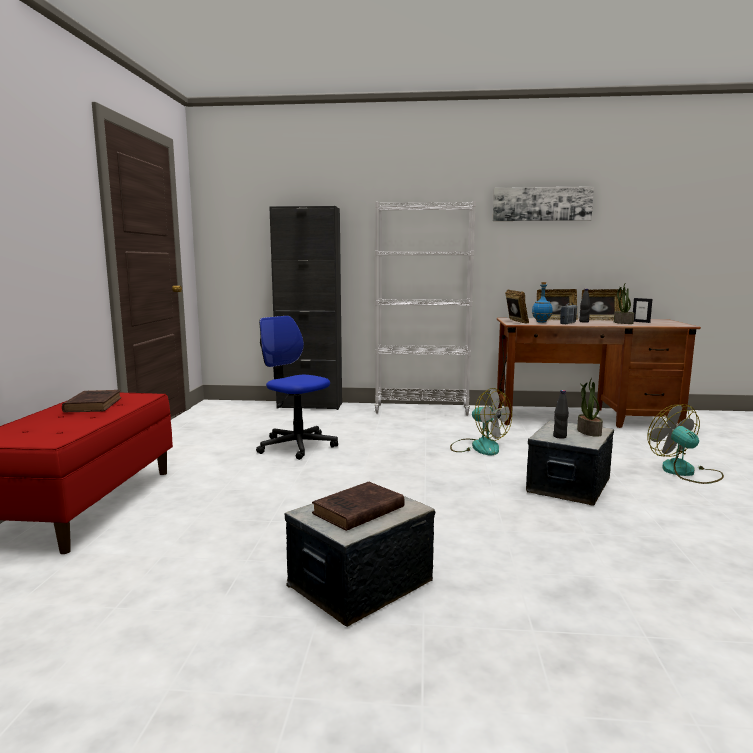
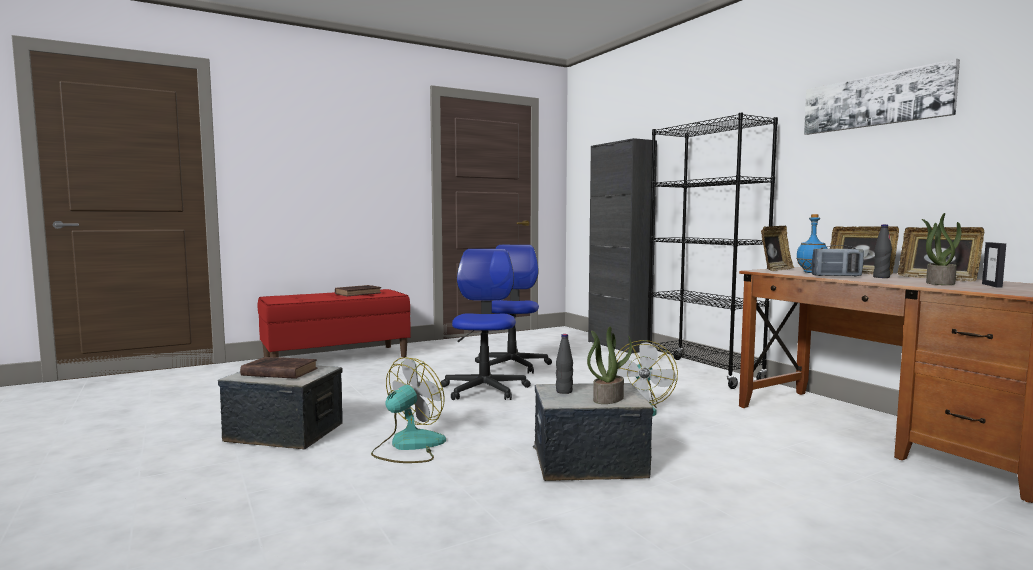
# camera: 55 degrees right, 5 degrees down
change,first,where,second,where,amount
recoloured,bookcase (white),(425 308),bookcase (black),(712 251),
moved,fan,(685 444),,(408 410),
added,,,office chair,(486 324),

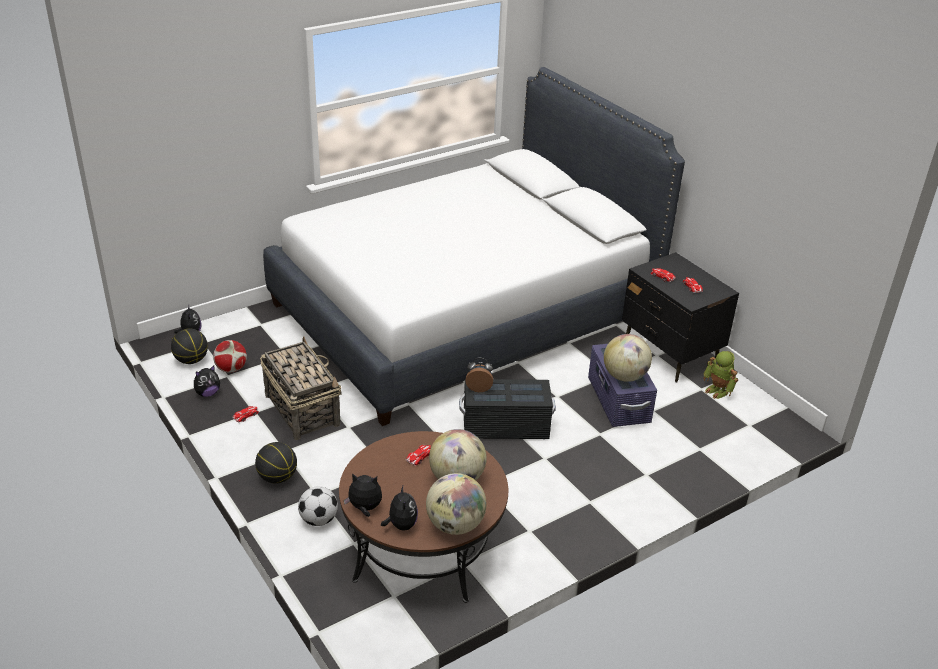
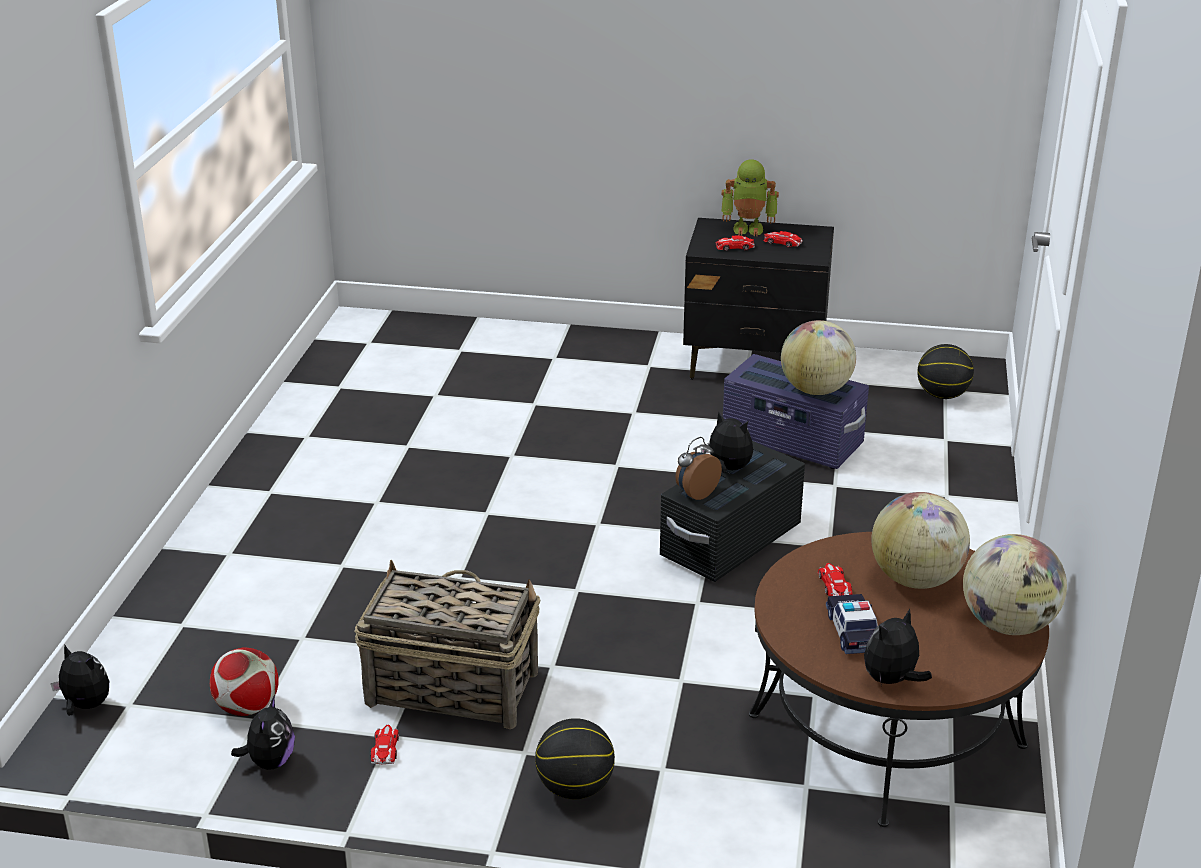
# camera: 45 degrees left, 5 degrees down
change,first,where,second,where,amount
removed,bed (white),(474 246),,,
moved,basketball,(189 346),,(945 371),
moved,toy robot,(720 375),,(750 197),
removed,football,(318 506),,,
moved,plush toy,(399 508),,(727 442),
added,,,toy car,(852 624),

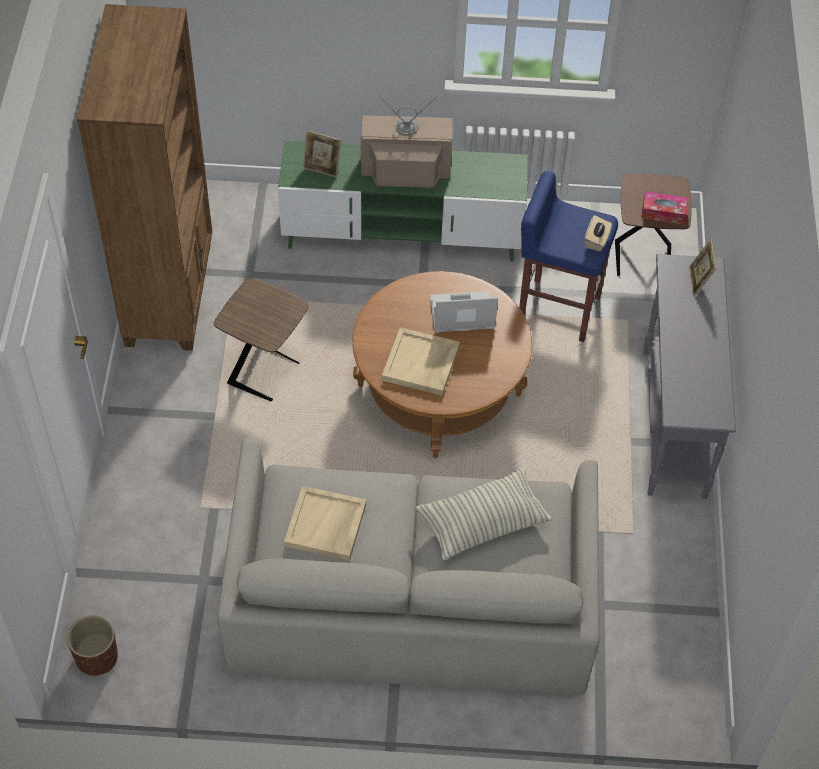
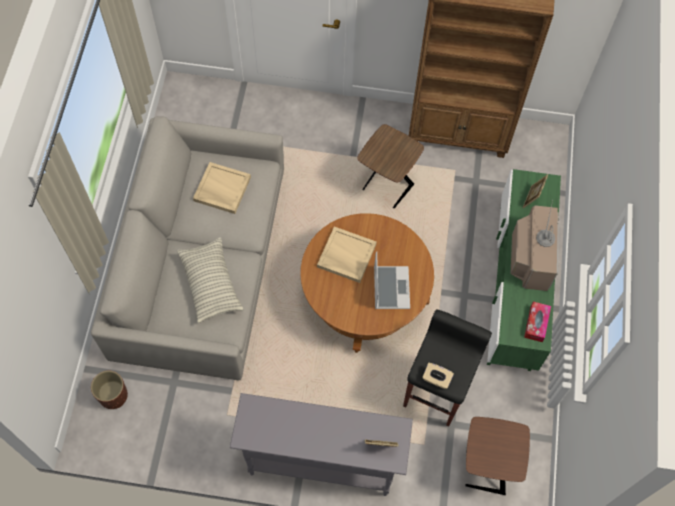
# camera: 95 degrees right, 10 degrees up
change,first,where,second,where,amount
recoloured,stool (blue),(568 256),stool (black),(447 368),
moved,tissue box,(665 208),,(537 322),
moved,planter (brown),(92 645),,(109 390),

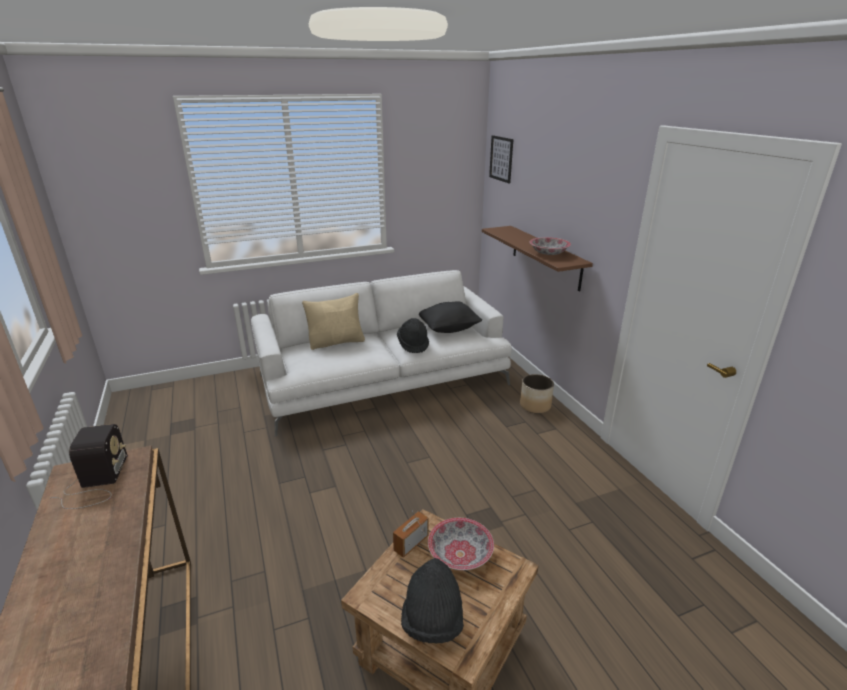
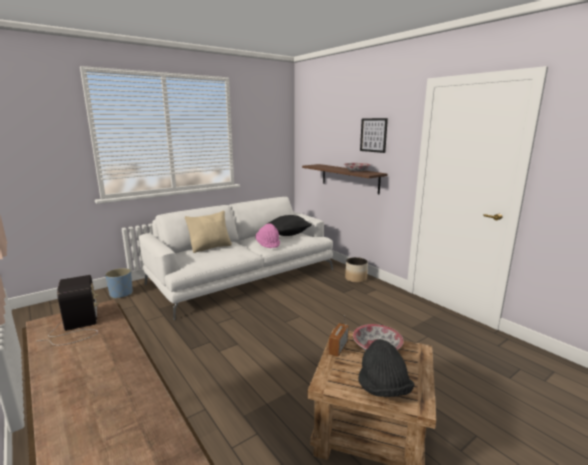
# camera: 15 degrees left, 10 degrees down
change,first,where,second,where,amount
moved,picture,(501 159),,(374 135),
recoloured,hat (black),(413 335),hat (pink),(267 235),
added,,,planter (blue),(119 283),

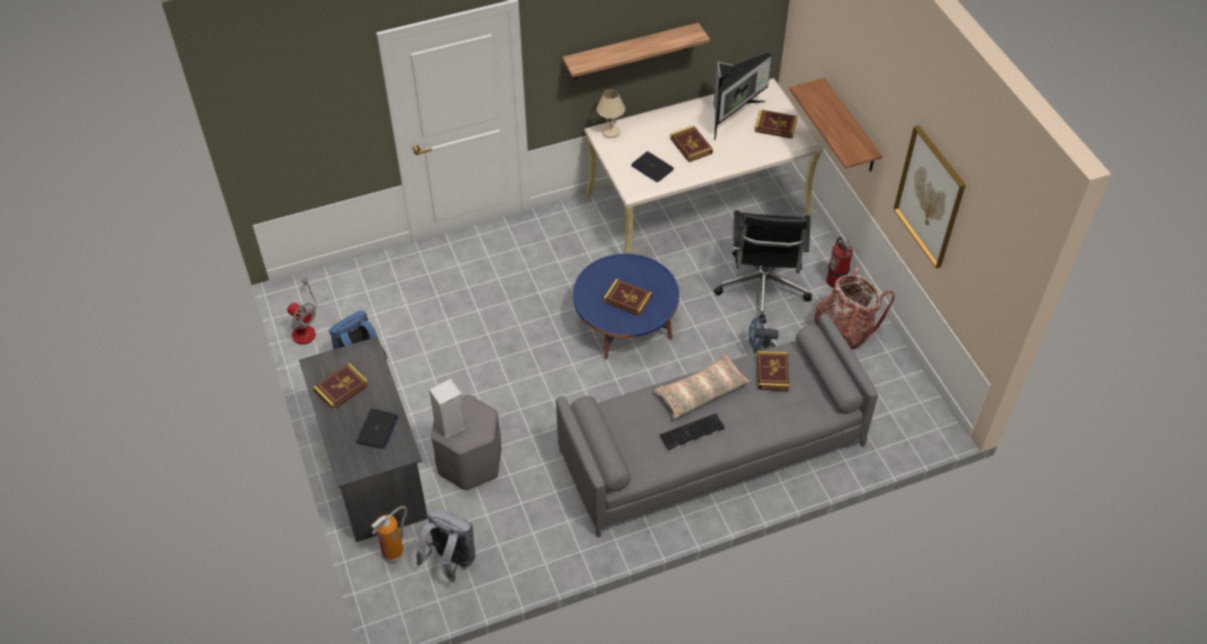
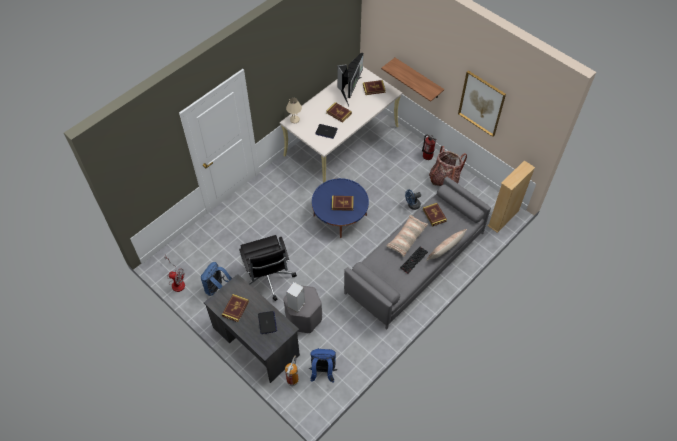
# camera: 25 degrees left, 5 degrees up
change,first,where,second,where,amount
removed,shelf,(636 51),,,
moved,office chair (black),(763 267),,(268 268),
recoloured,backpack (grey),(446 546),backpack (blue),(323 365),
added,,,bookcase (beige),(511 196),
added,,,pillow,(446 245),

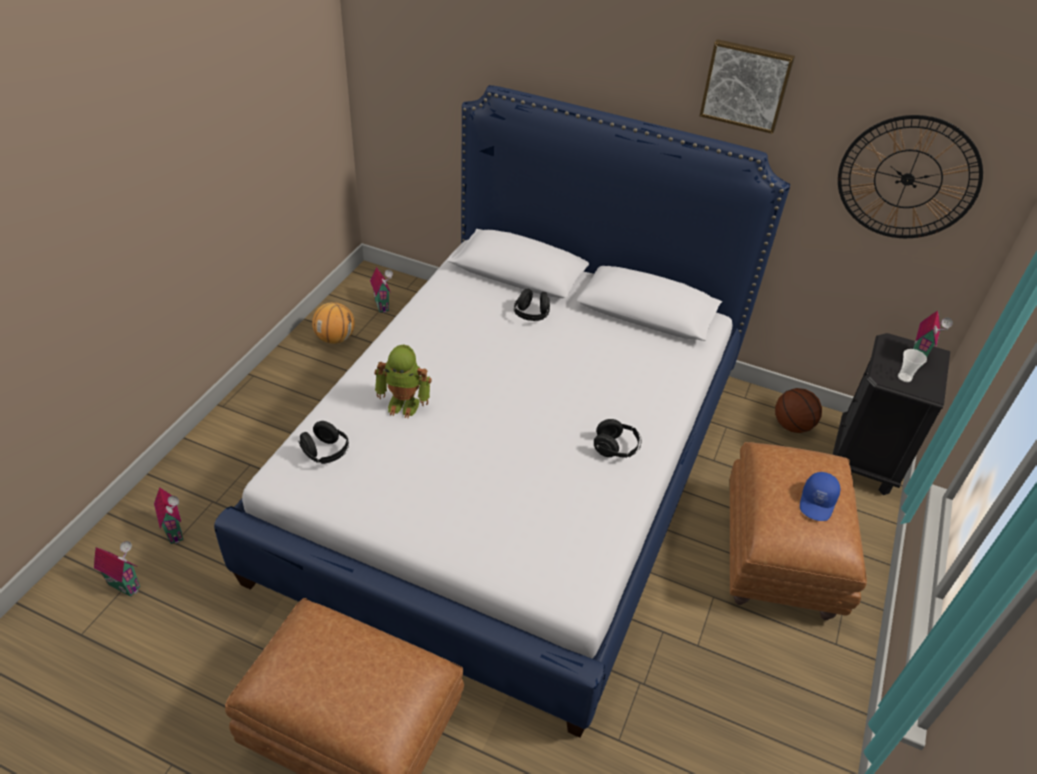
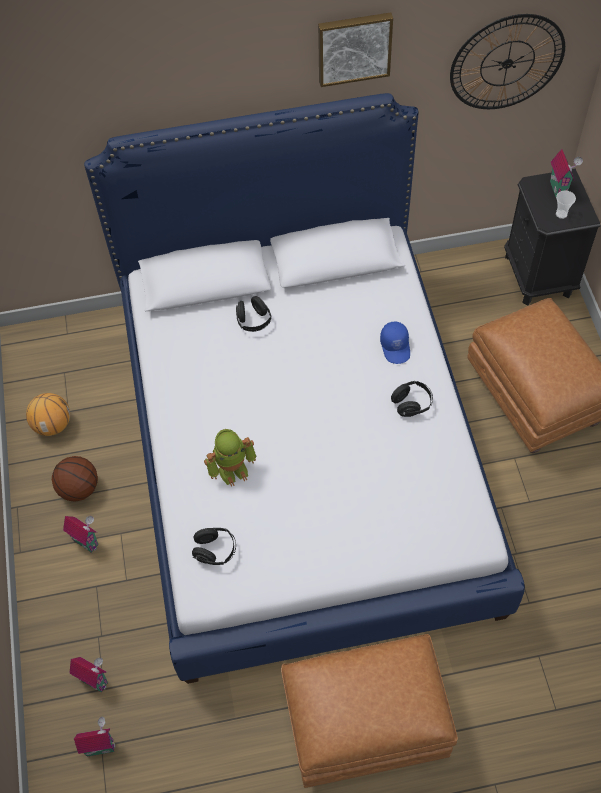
# camera: 30 degrees left, 15 degrees up
change,first,where,second,where,amount
moved,toy house,(381 290),,(80 534),
moved,basketball,(798 410),,(75 479),
moved,cap (blue),(820 496),,(395 343),

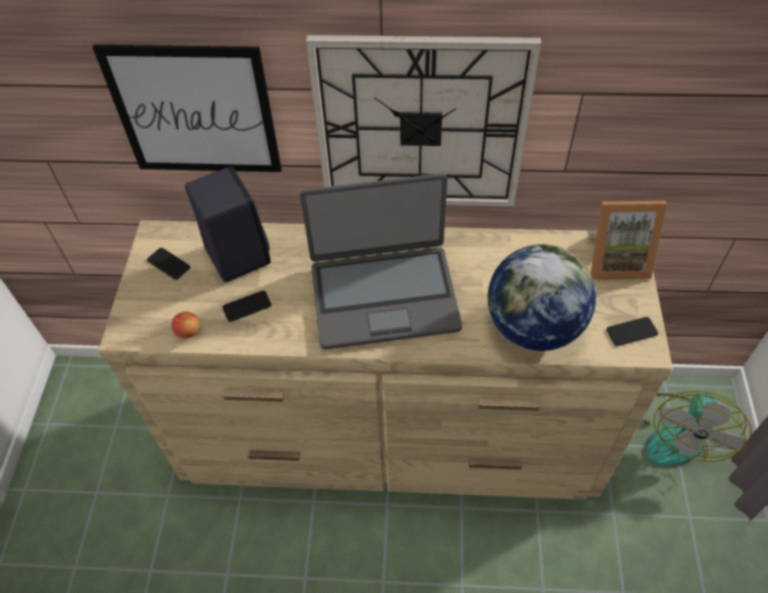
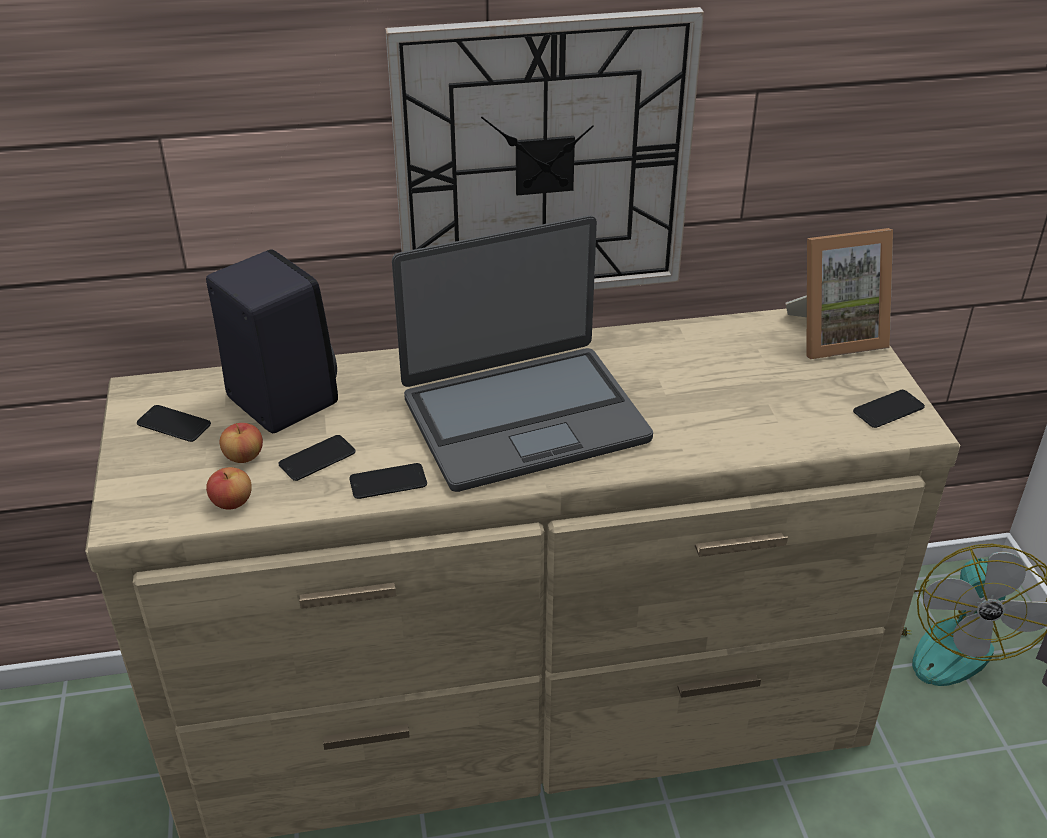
# camera: 15 degrees left, 15 degrees down
change,first,where,second,where,amount
removed,picture,(187 108),,,
removed,globe,(542 297),,,
added,,,apple,(241 443),
added,,,phone,(388 481),

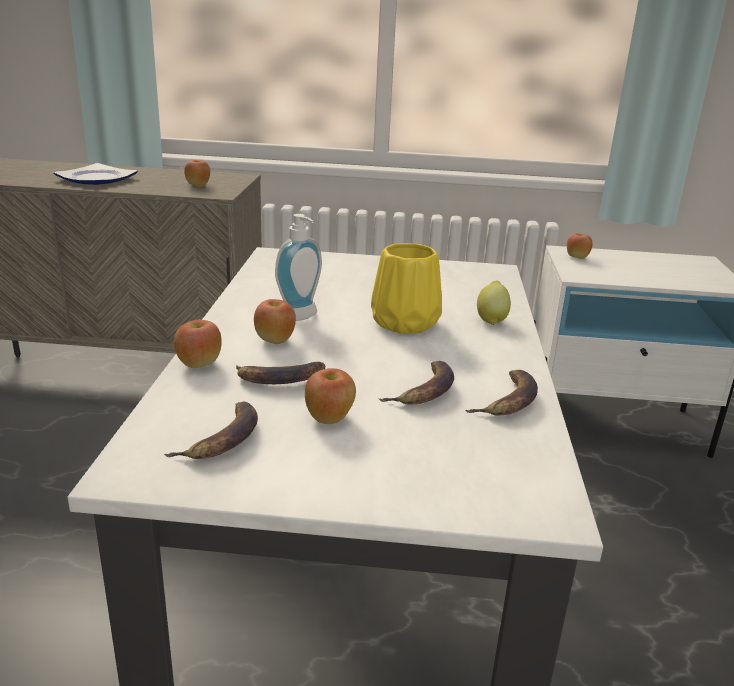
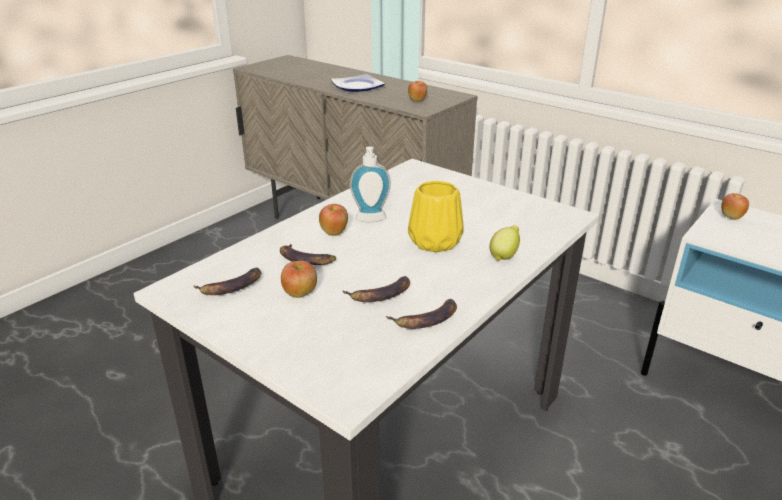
# camera: 35 degrees right, 5 degrees up
change,first,where,second,where,amount
removed,apple,(198 344),,,

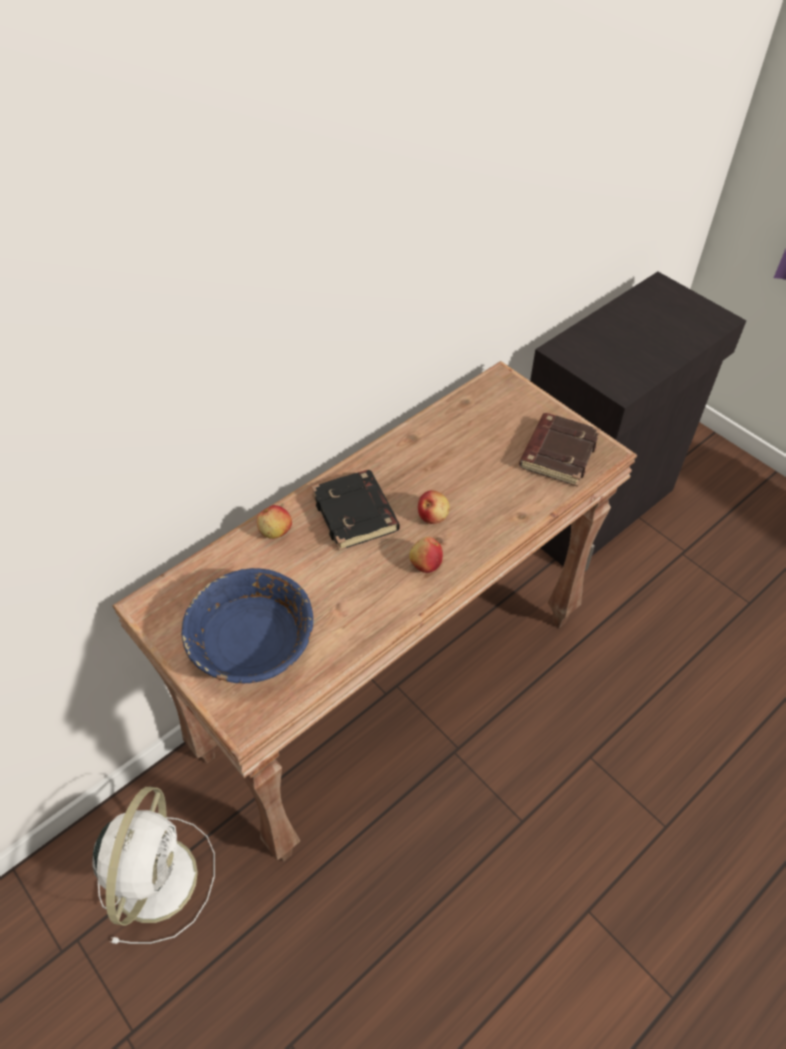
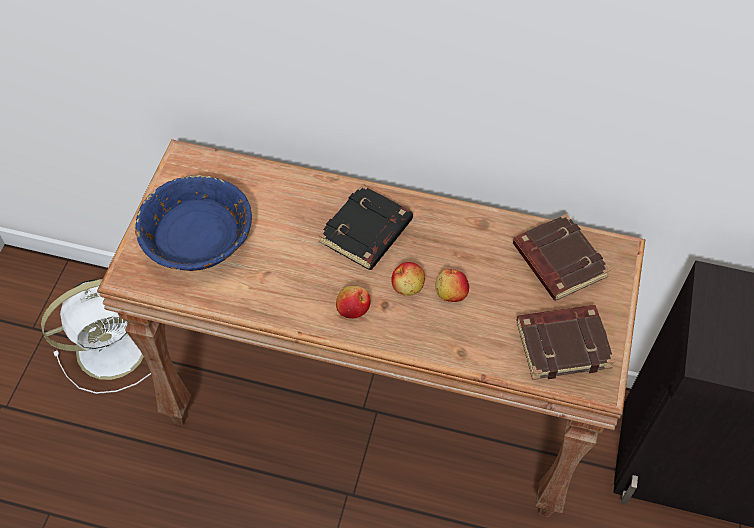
# camera: 55 degrees right, 5 degrees up
change,first,where,second,where,amount
moved,apple,(274 522),,(452 285),
added,,,book (brown),(561 257),

